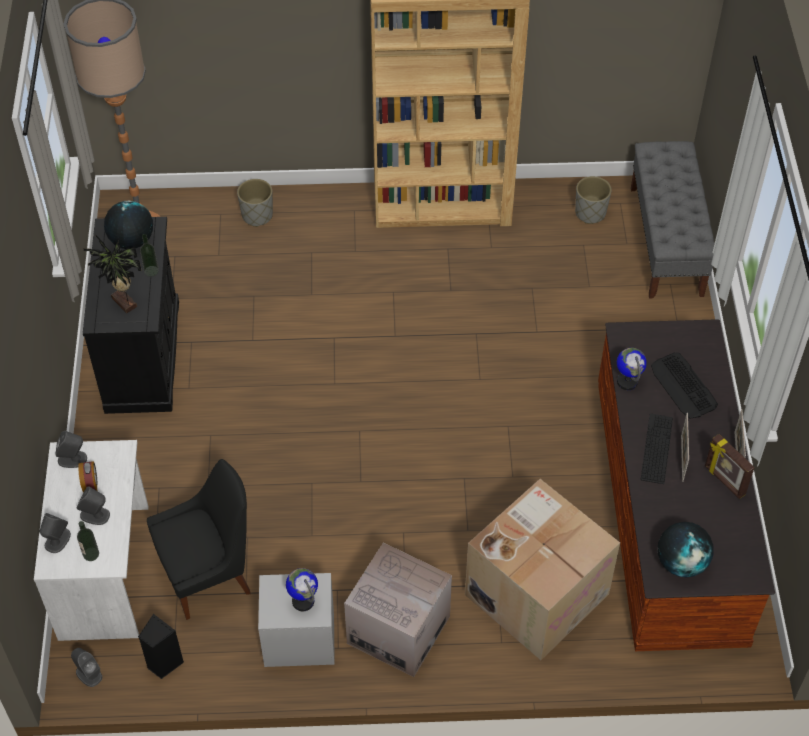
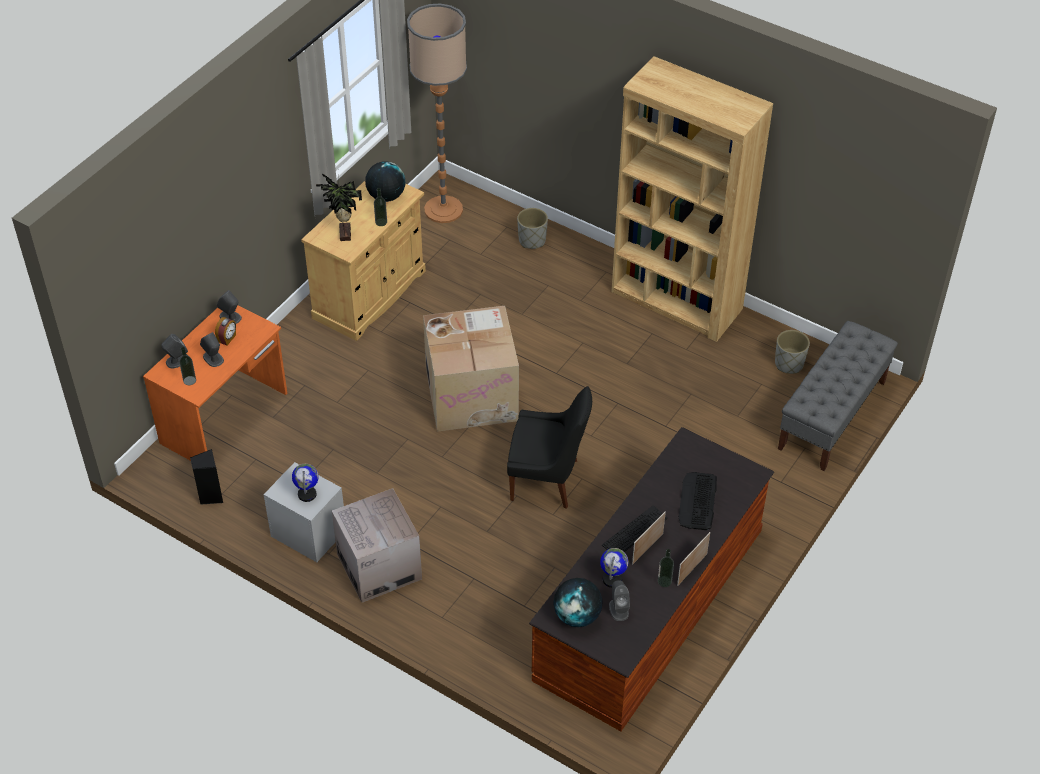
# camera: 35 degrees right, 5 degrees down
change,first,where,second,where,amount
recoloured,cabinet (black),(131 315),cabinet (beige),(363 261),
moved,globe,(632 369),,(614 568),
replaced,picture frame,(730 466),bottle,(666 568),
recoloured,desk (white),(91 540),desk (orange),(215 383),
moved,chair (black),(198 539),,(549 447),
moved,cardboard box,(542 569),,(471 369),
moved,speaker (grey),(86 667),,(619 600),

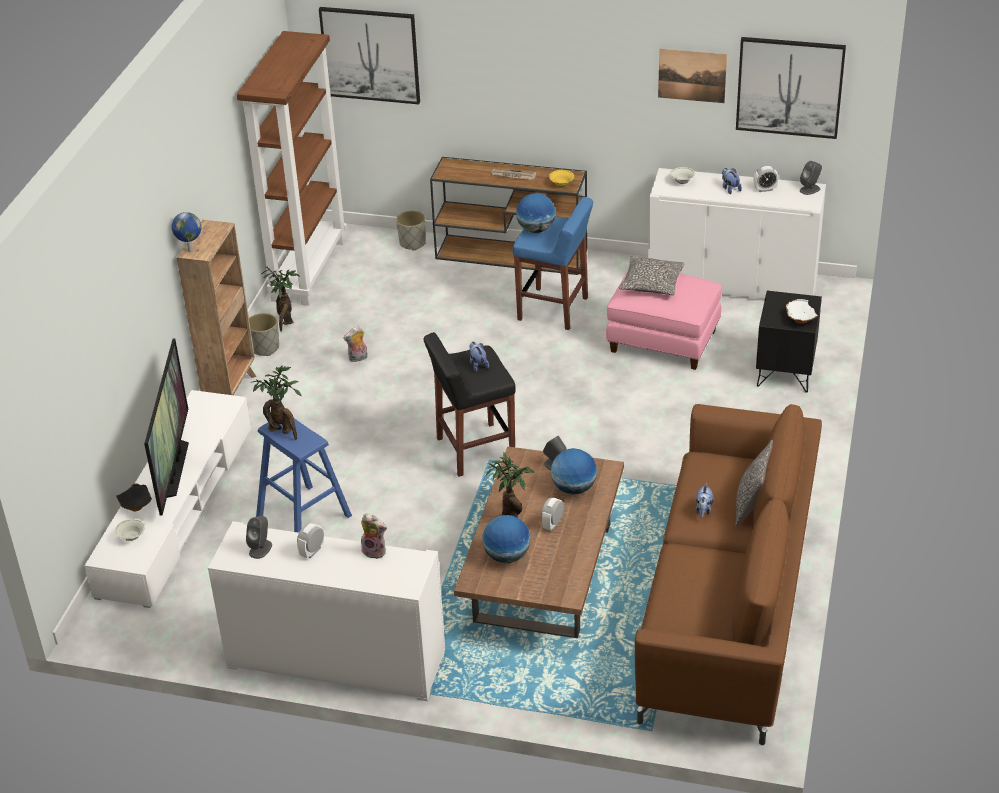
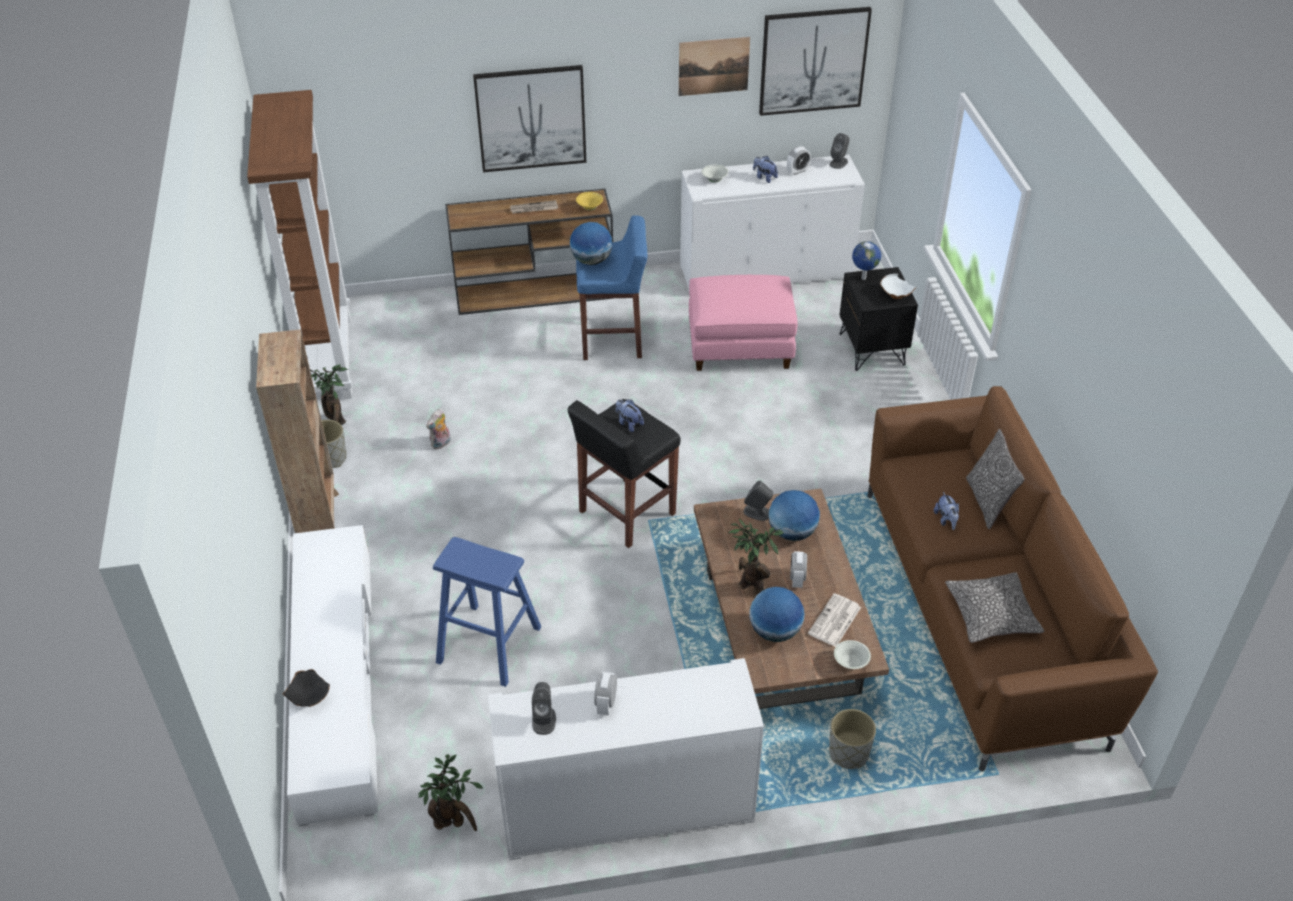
# camera: 25 degrees left, 5 degrees up
change,first,where,second,where,amount
moved,picture,(369 55),,(530 118),
moved,planter (grey),(411 231),,(852 739),
moved,globe,(186 232),,(866 260),
moved,pillow,(652 275),,(995 607),
removed,television,(166 427),,,
moved,potted plant,(277 402),,(450 793),
removed,plush toy,(374 536),,,
moved,bowl (white),(130 530),,(852 654),
added,,,newspaper,(834 620),

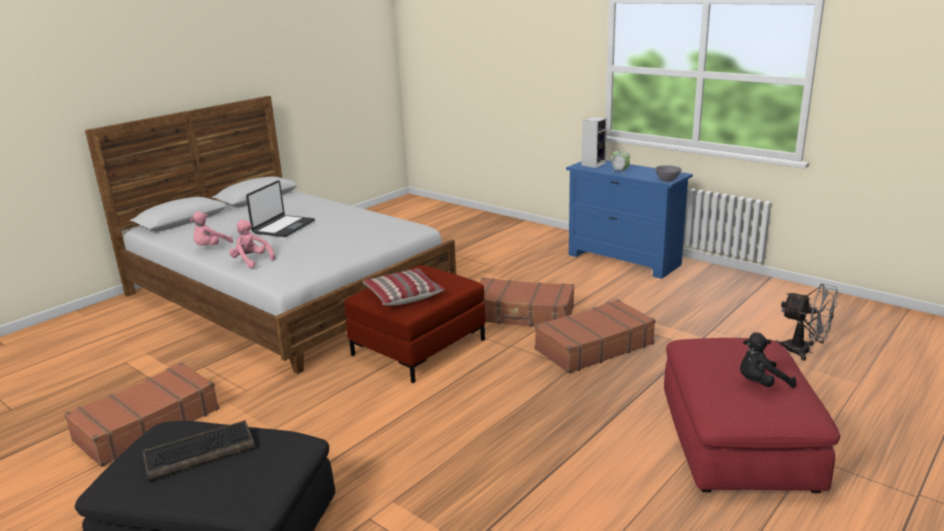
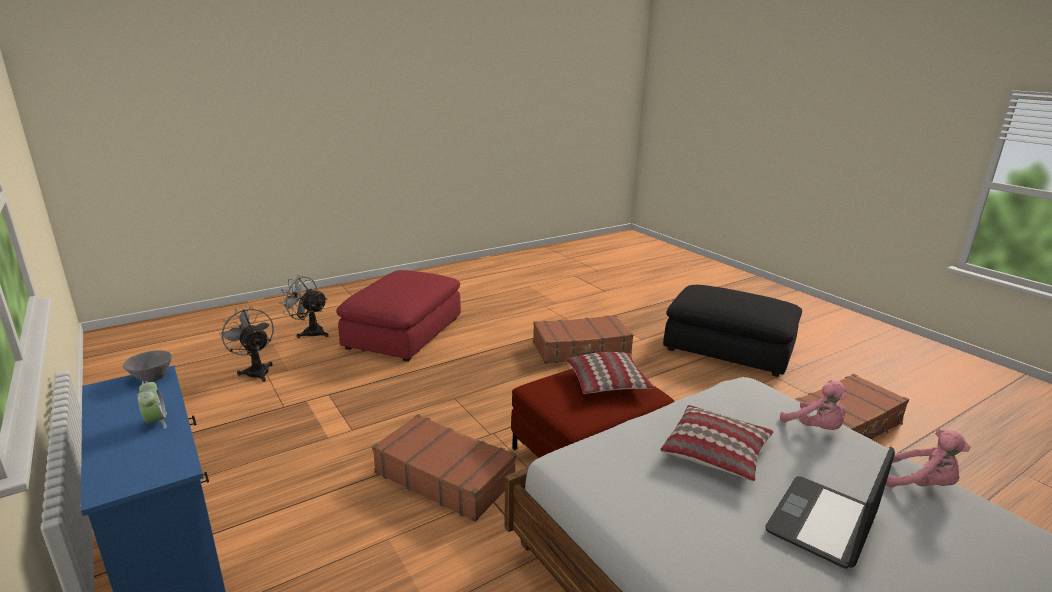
# camera: 165 degrees left, 0 degrees up
change,first,where,second,where,amount
removed,speaker,(594 142),,,
turned,plush toy (pink),(211 228),,(928 458),75 degrees clockwise
moved,suitcase (brown),(595 336),,(583 339),
removed,plush toy (black),(768 360),,,
removed,keyboard,(198 450),,,
added,,,fan (grey),(304 307),
added,,,pillow,(716 443),

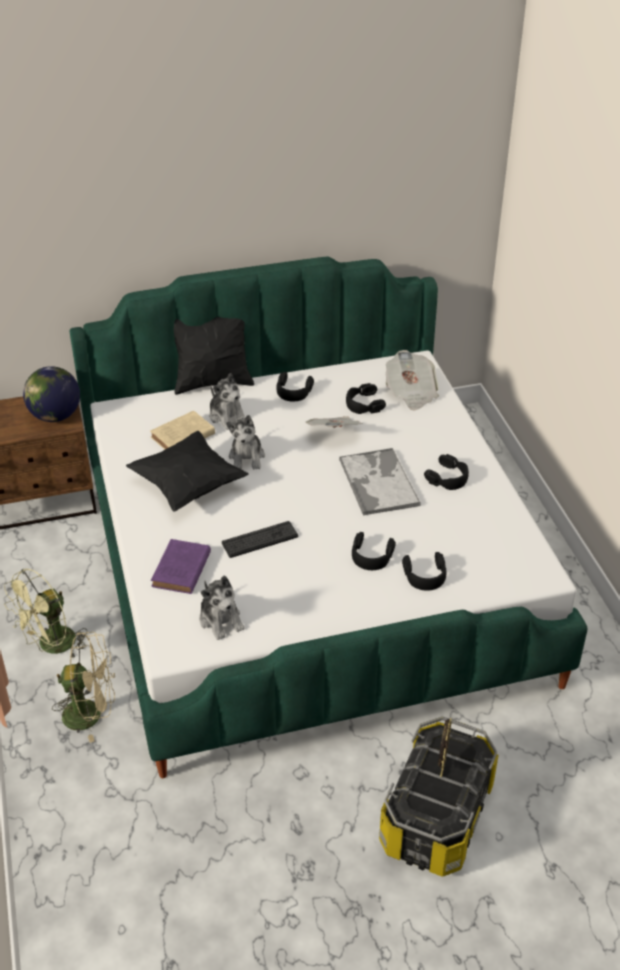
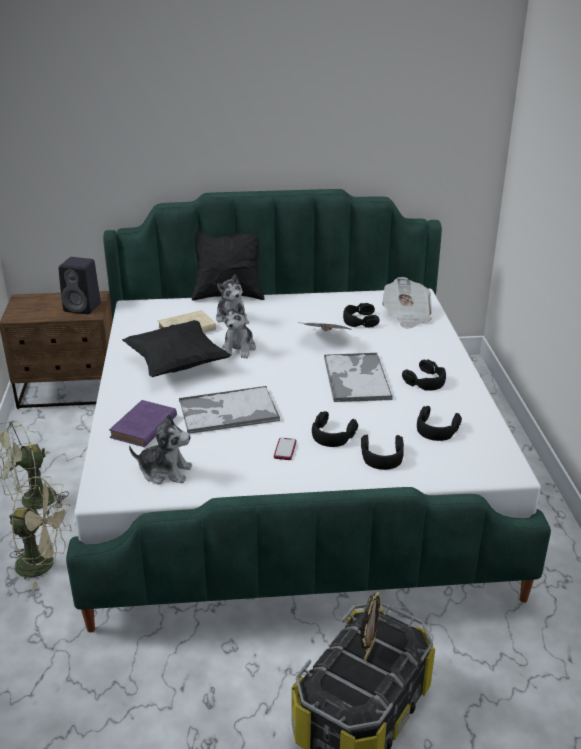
# camera: 10 degrees right, 10 degrees down
change,first,where,second,where,amount
replaced,globe,(51 394),speaker (black),(79 285),
moved,headphones (black),(295 386),,(439 423),
replaced,keyboard,(260 539),tray,(229 410),
turned,plush toy,(221 608),,(160 449),60 degrees counterclockwise
added,,,phone,(285 449),

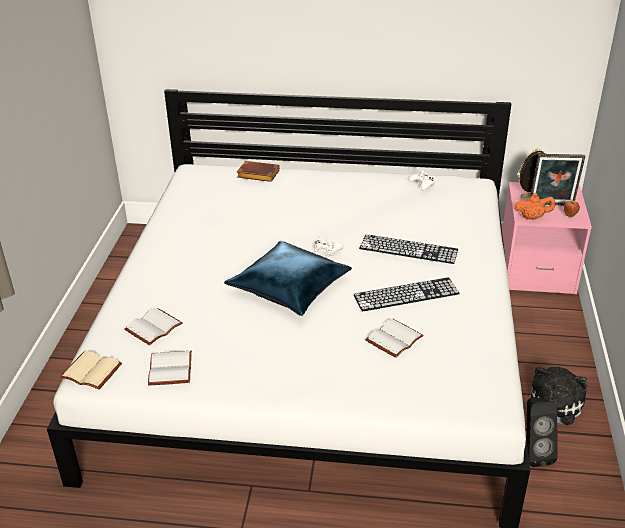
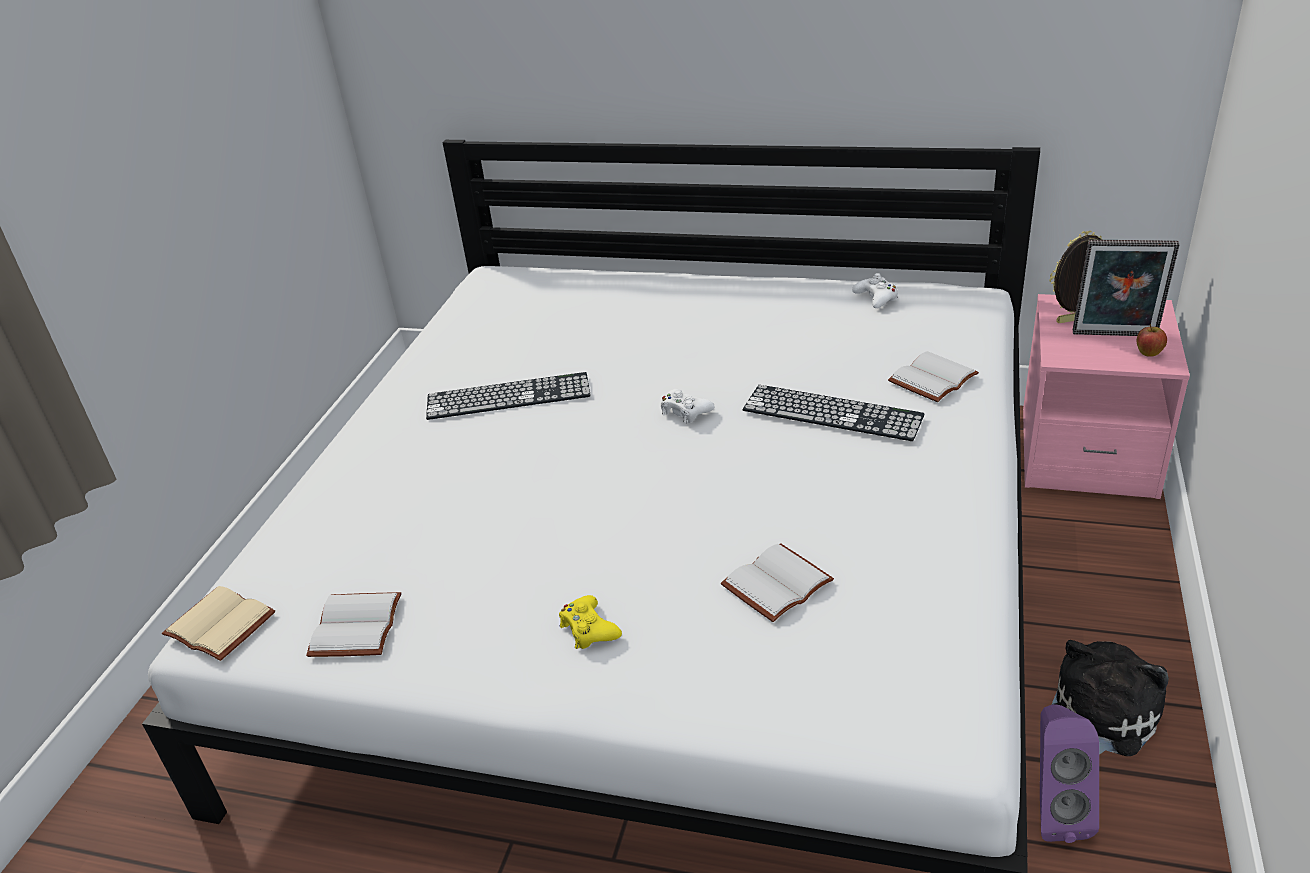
# camera: 10 degrees right, 0 degrees up
change,first,where,second,where,amount
removed,book (brown),(258 171),,,
removed,teapot (orange),(534 206),,,
removed,pillow (blue),(288 278),,,
moved,keyboard,(406 294),,(508 396),
moved,book (white),(154 327),,(933 376),
recoloured,speaker (black),(542 432),speaker (purple),(1069 773),
added,,,game controller (yellow),(590 622),

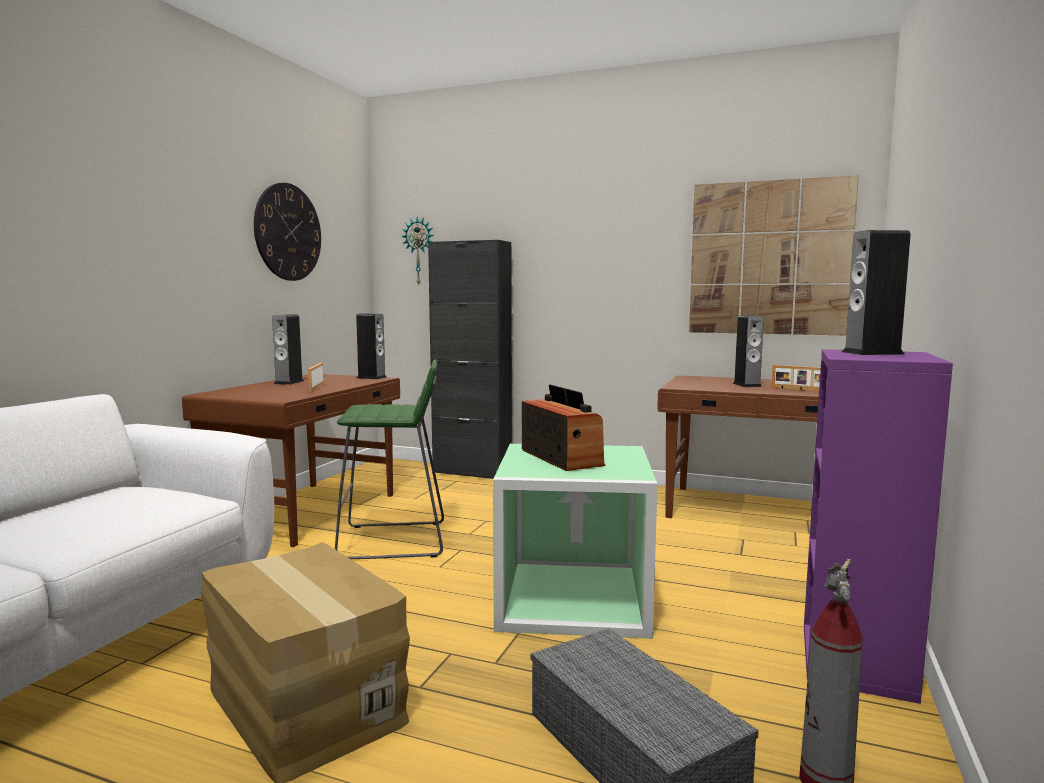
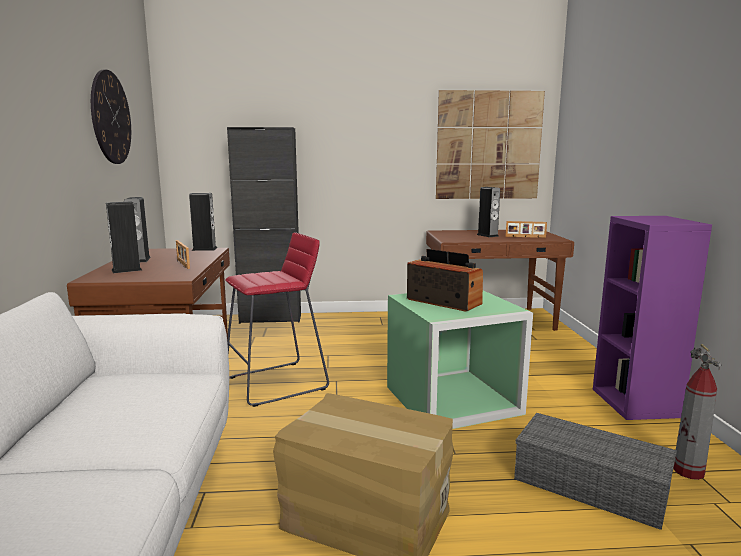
# camera: 25 degrees left, 5 degrees up
change,first,where,second,where,amount
removed,wall clock,(417 251),,,
moved,speaker,(876 292),,(124 237),
recoloured,stool (green),(389 459),stool (red),(277 319),

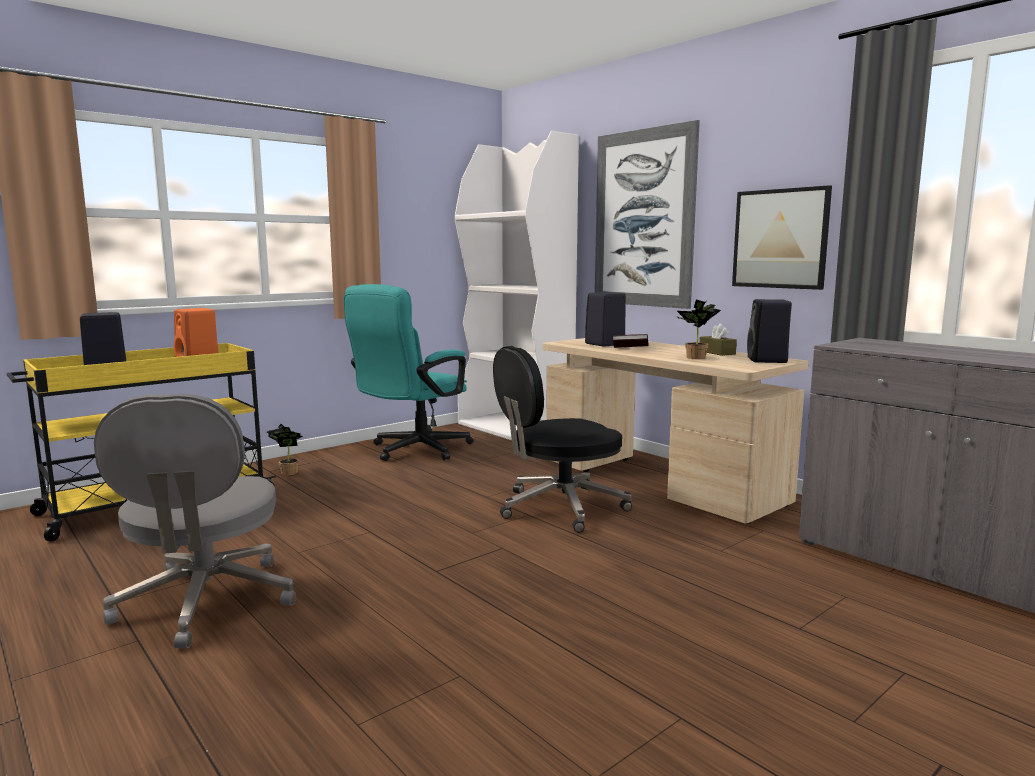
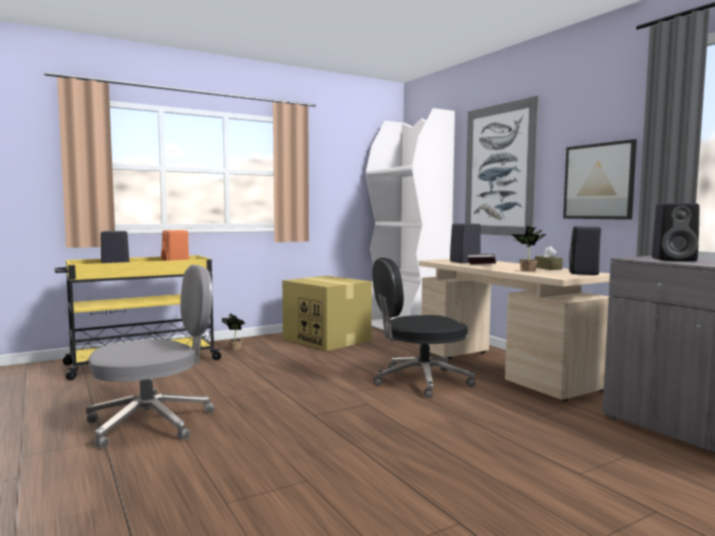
# camera: 10 degrees right, 5 degrees down
change,first,where,second,where,amount
replaced,office chair (turquoise),(409 372),cardboard box,(327 313),
turned,office chair (grey),(195 521),,(150 356),120 degrees counterclockwise
added,,,speaker (black),(676 232),

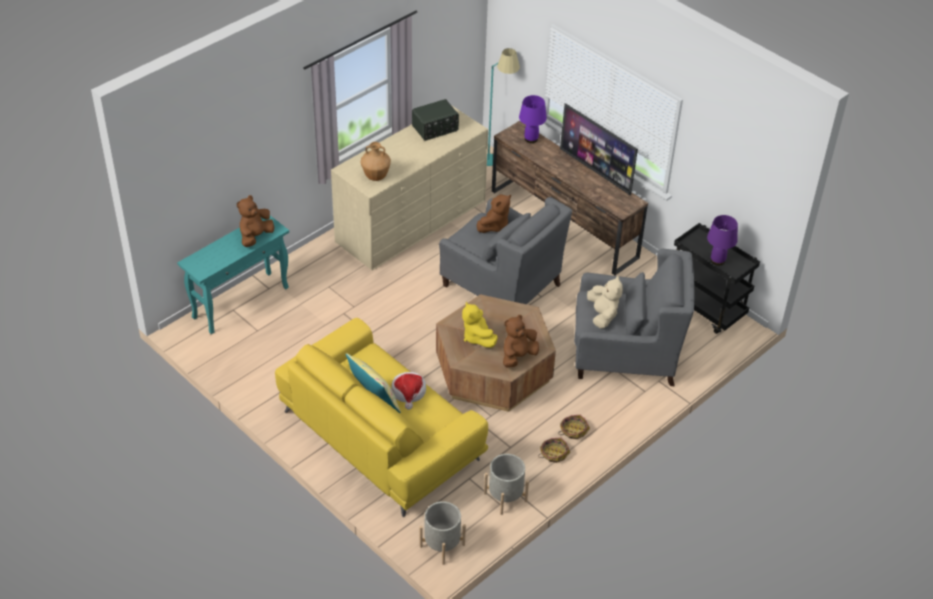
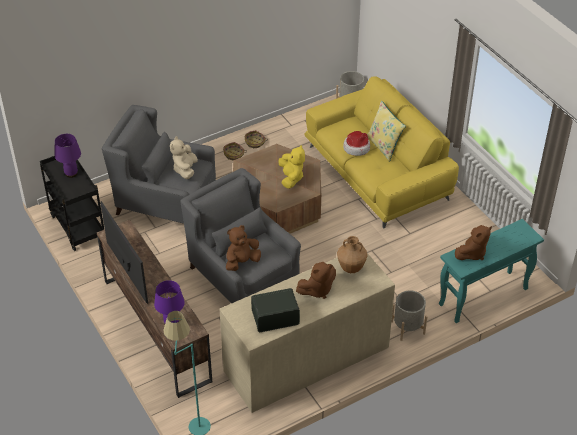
# camera: 165 degrees left, 0 degrees up
change,first,where,second,where,amount
moved,plush toy (brown),(521 341),,(316 280),
moved,planter (grey),(506 484),,(409 315),

